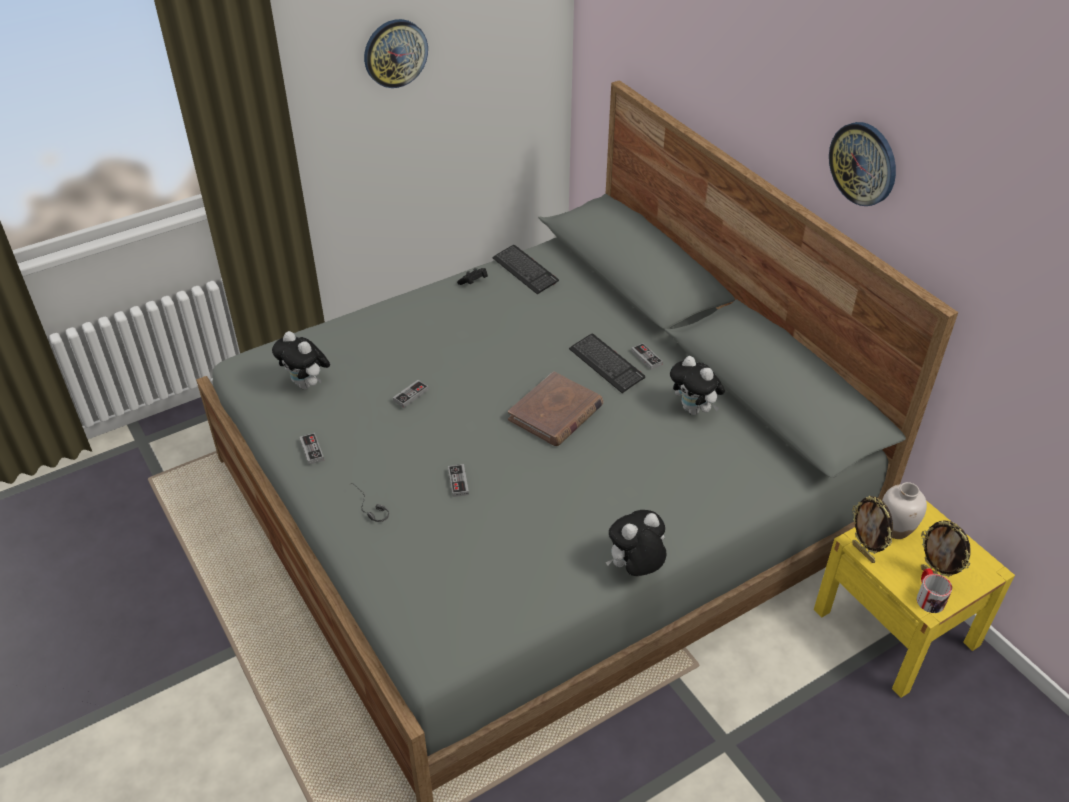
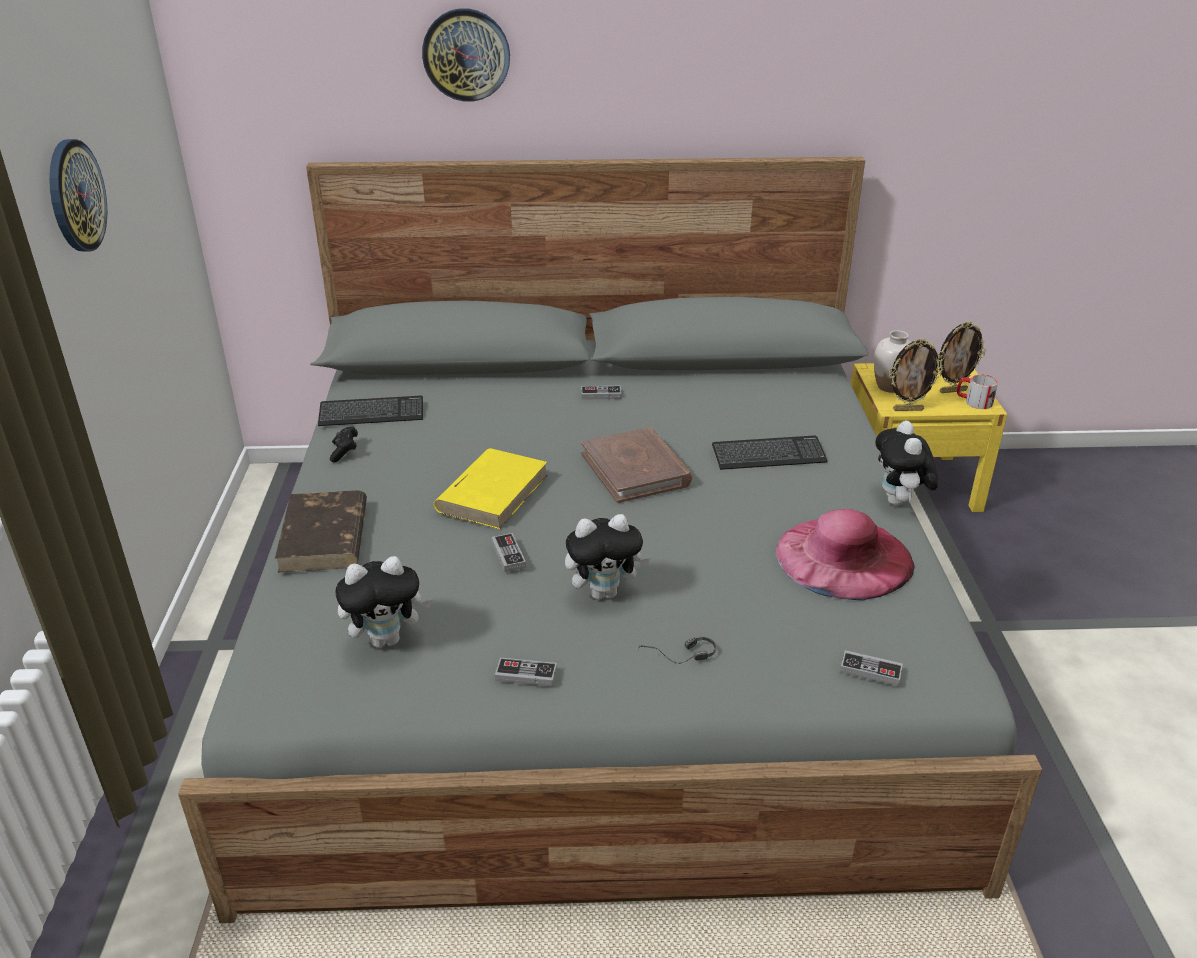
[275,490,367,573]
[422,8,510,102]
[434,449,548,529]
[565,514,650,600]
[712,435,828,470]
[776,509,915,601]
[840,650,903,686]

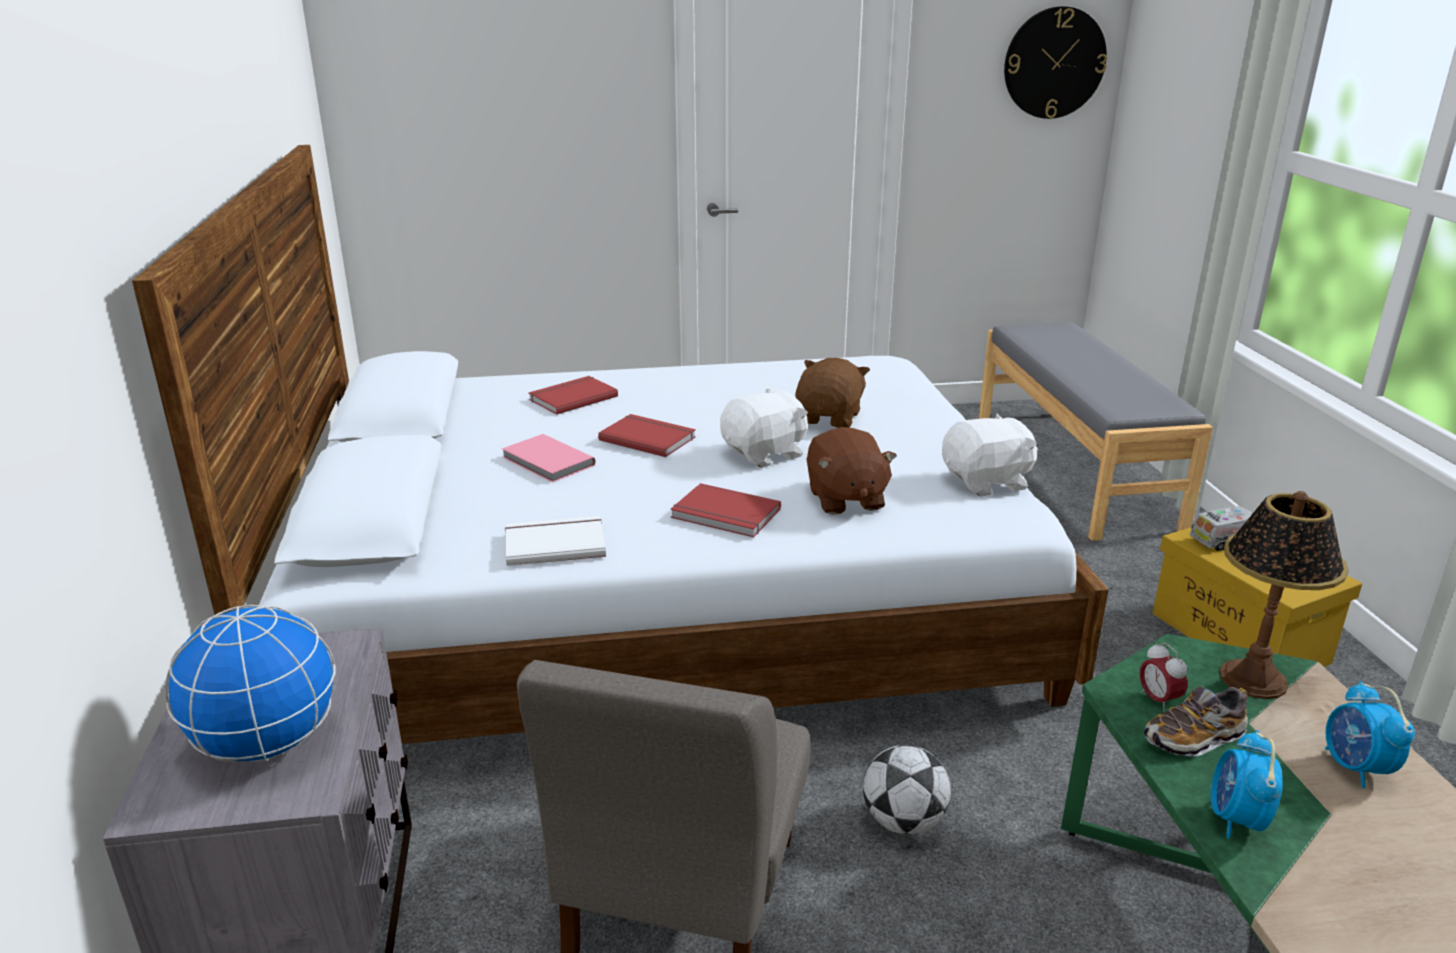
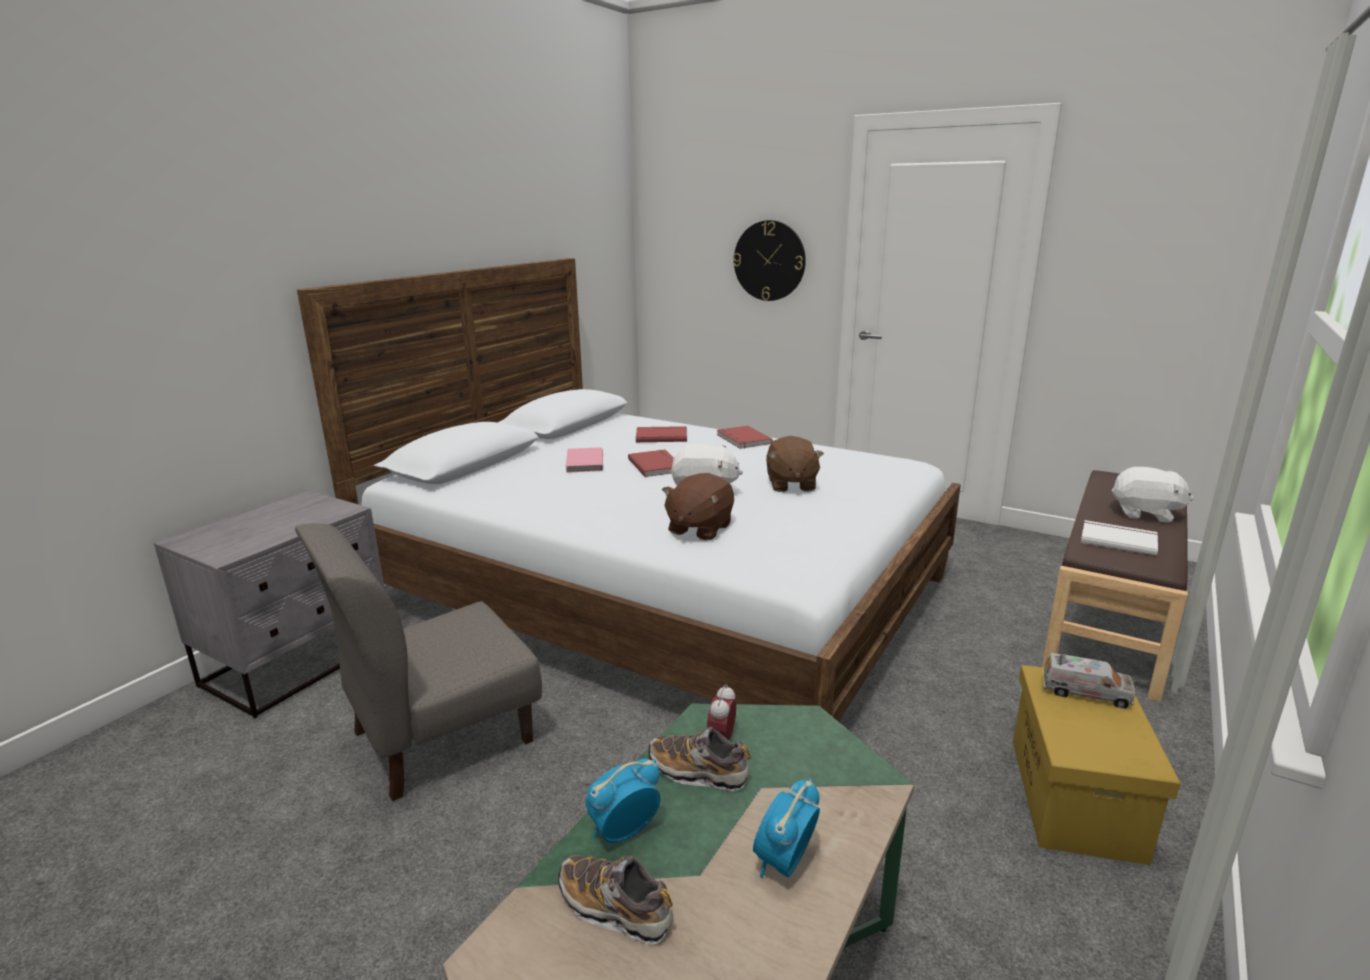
[558,855,673,944]
[717,426,773,449]
[733,220,806,301]
[766,436,824,492]
[1042,470,1188,702]
[1081,520,1158,556]
[1111,467,1194,523]
[165,605,336,762] (first image)
[863,745,951,835] (first image)
[1219,491,1349,699] (first image)

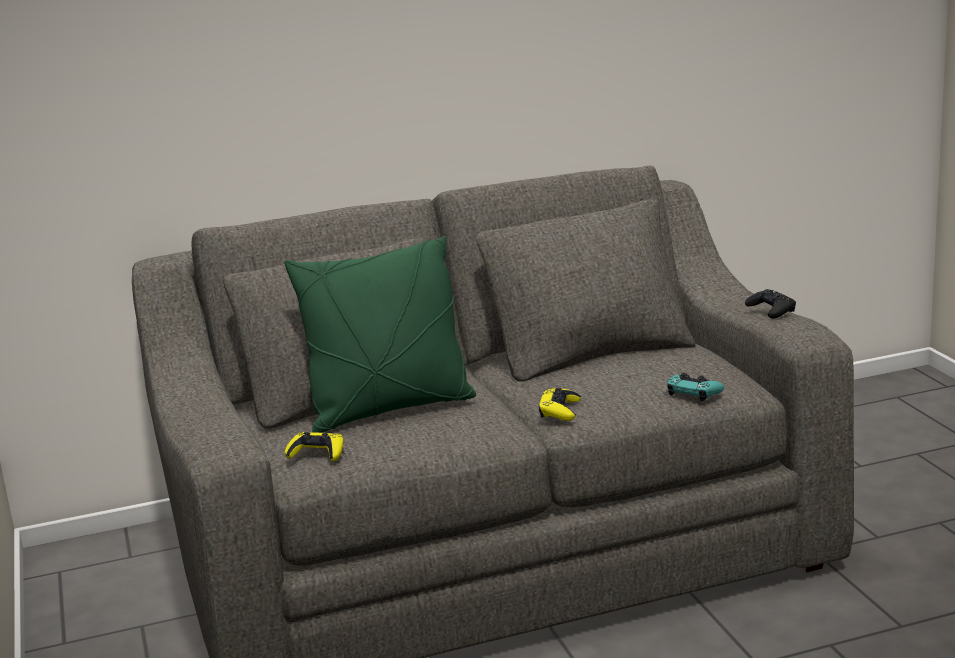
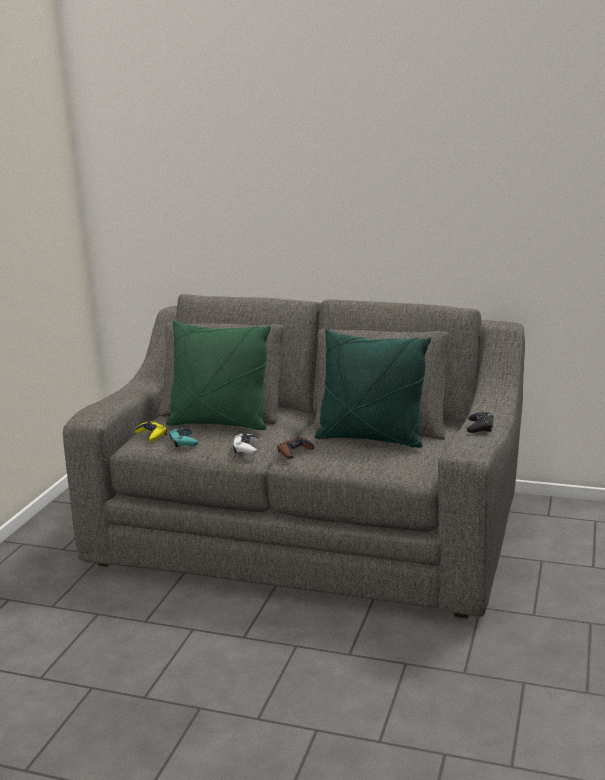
[169,427,198,448]
[233,433,259,454]
[277,437,314,459]
[315,329,431,448]

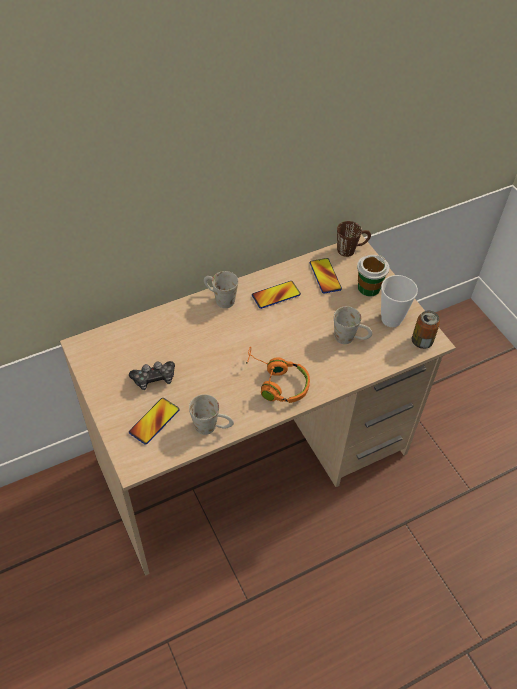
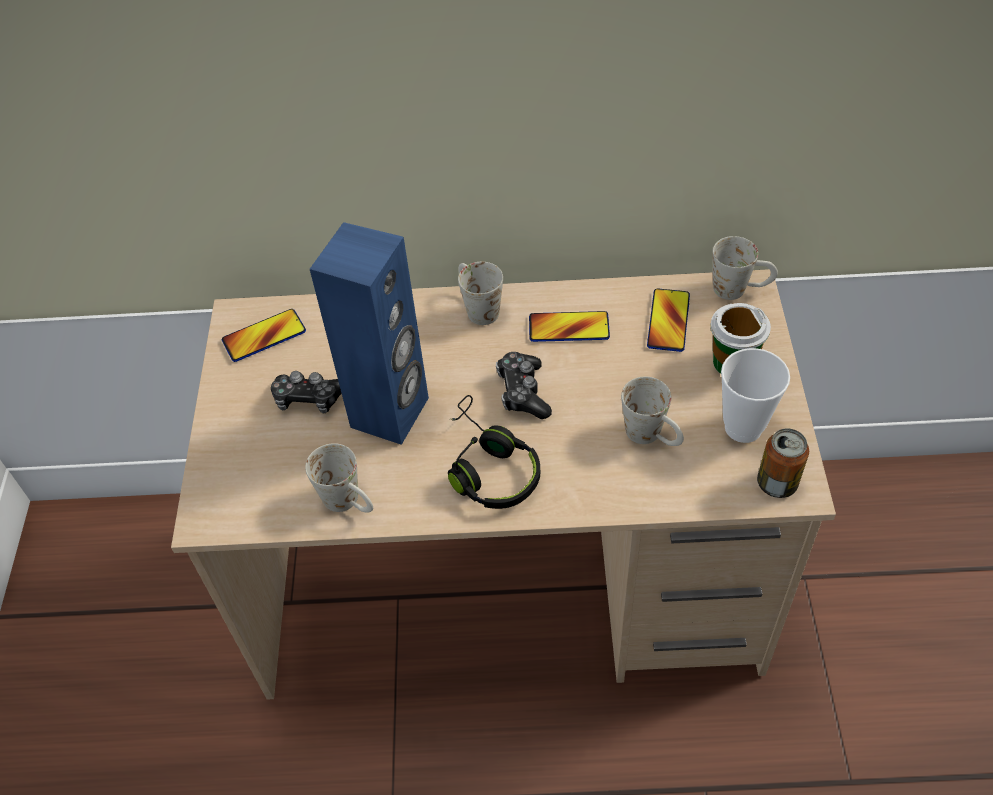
[222,309,306,362]
[310,222,429,445]
[448,395,540,509]
[496,352,552,419]
[712,236,778,300]

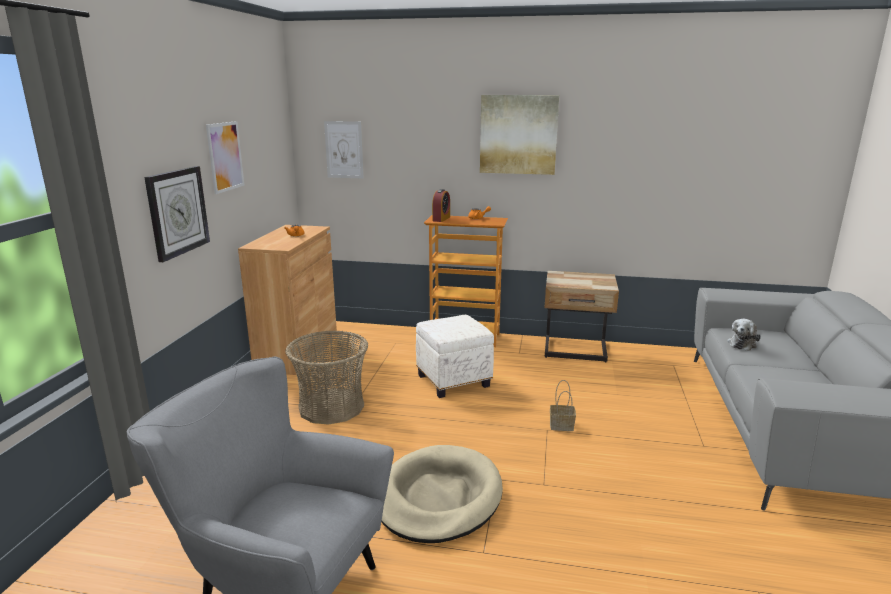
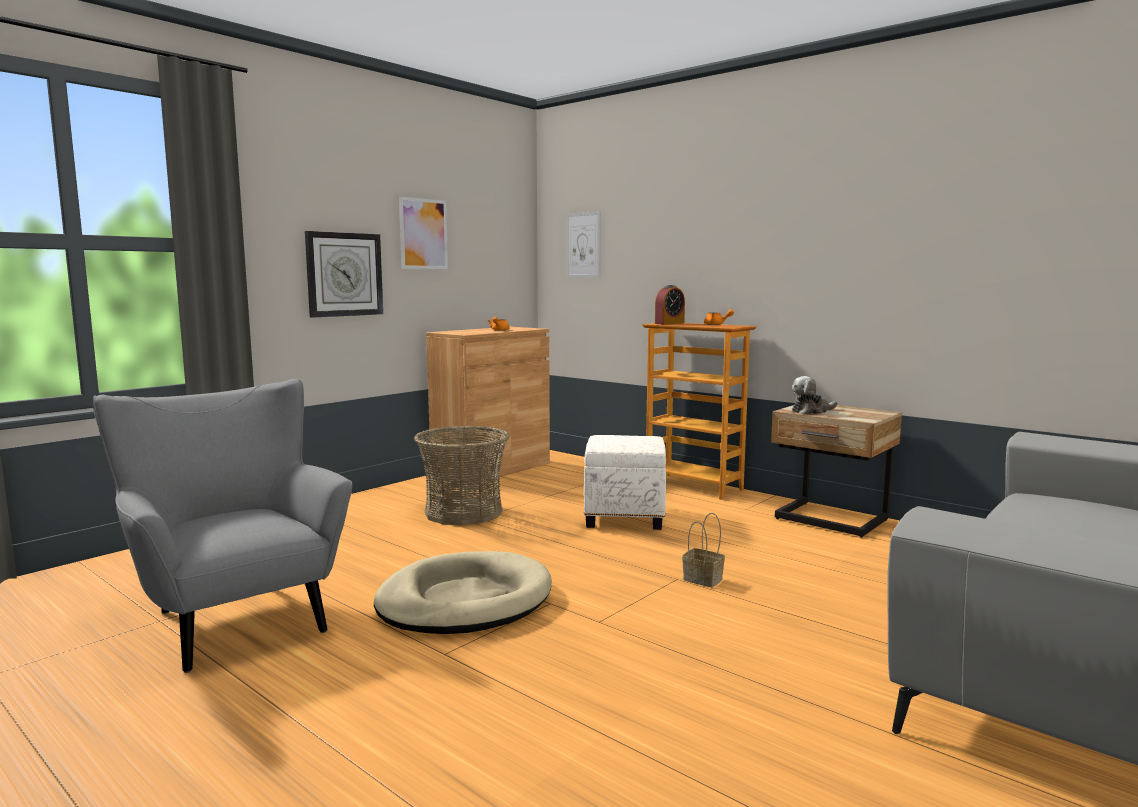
[792,376,837,414]
[480,95,559,175] (first image)

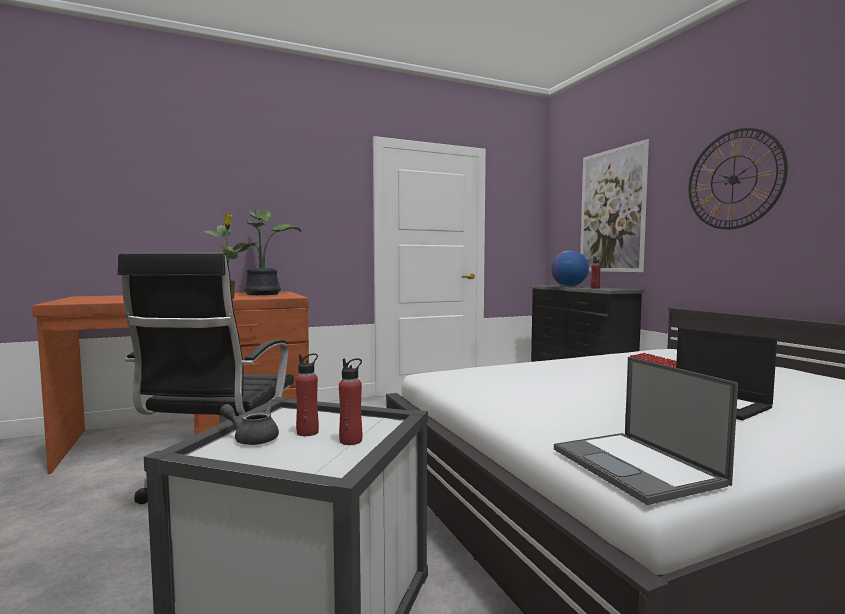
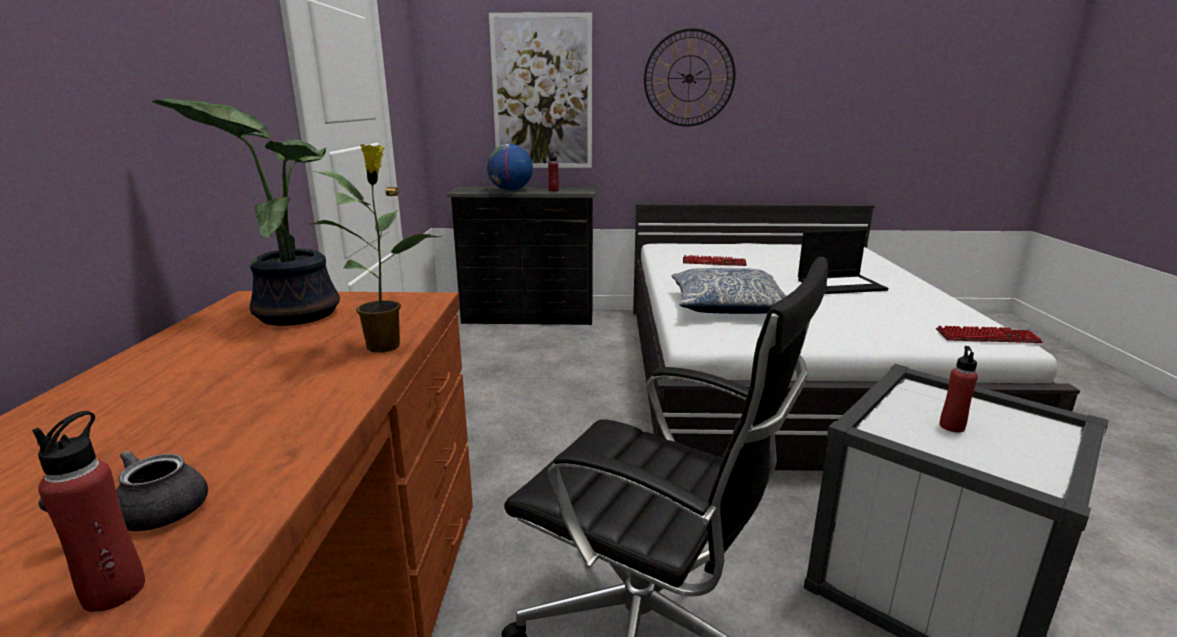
[32,411,145,612]
[38,451,208,531]
[672,268,786,314]
[936,326,1042,343]

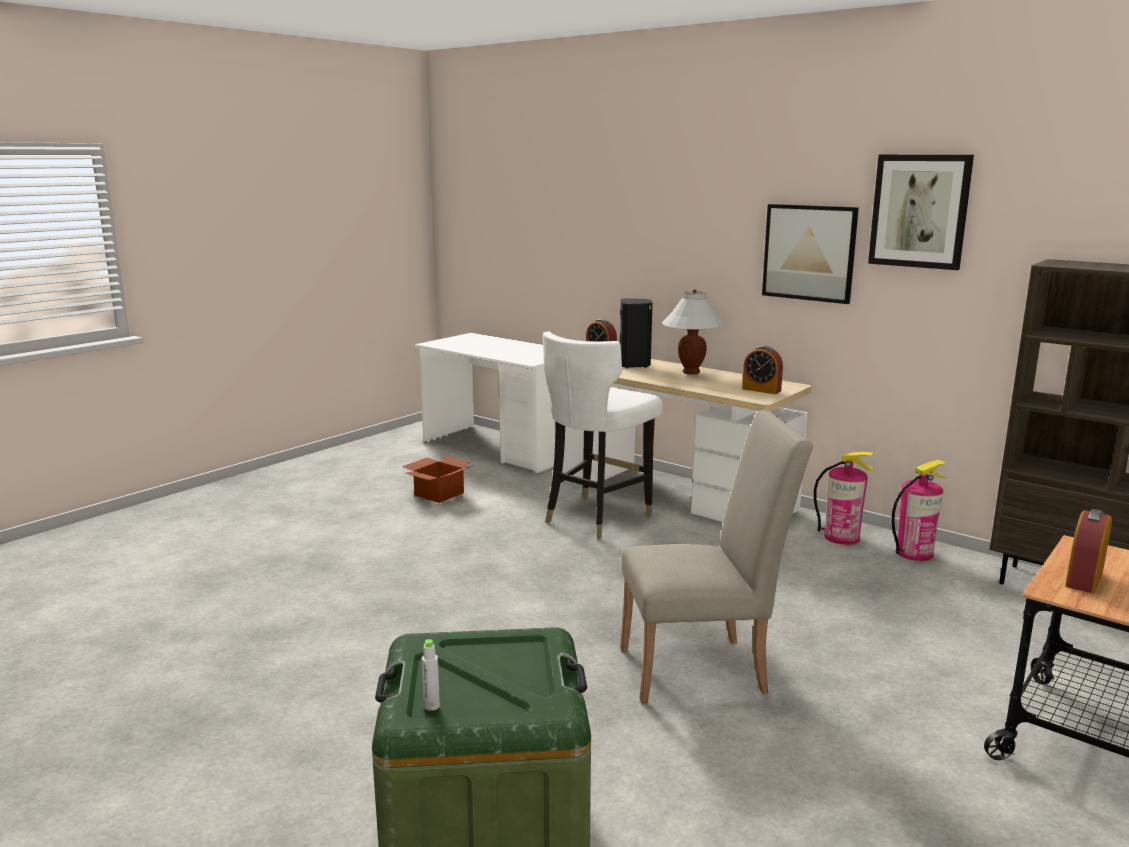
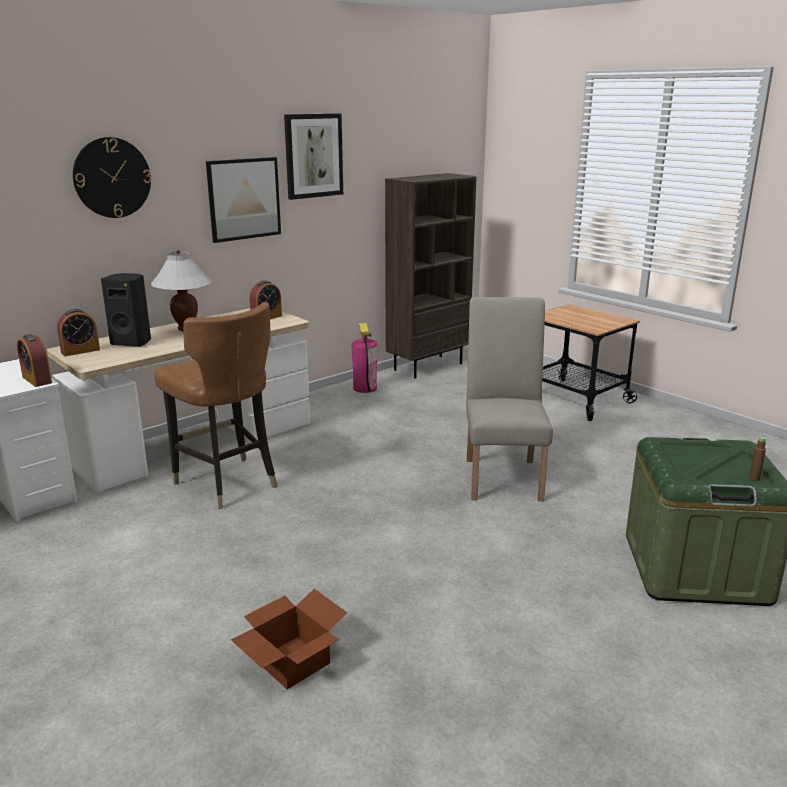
[17,334,52,387]
[73,137,151,218]
[154,302,278,509]
[231,589,347,689]
[749,437,767,481]
[814,452,875,545] (first image)

